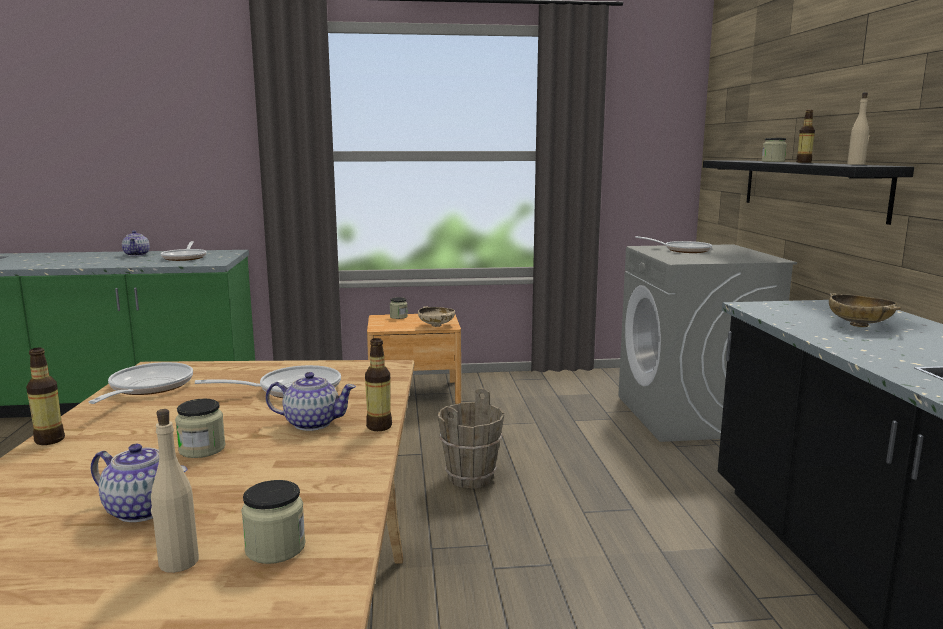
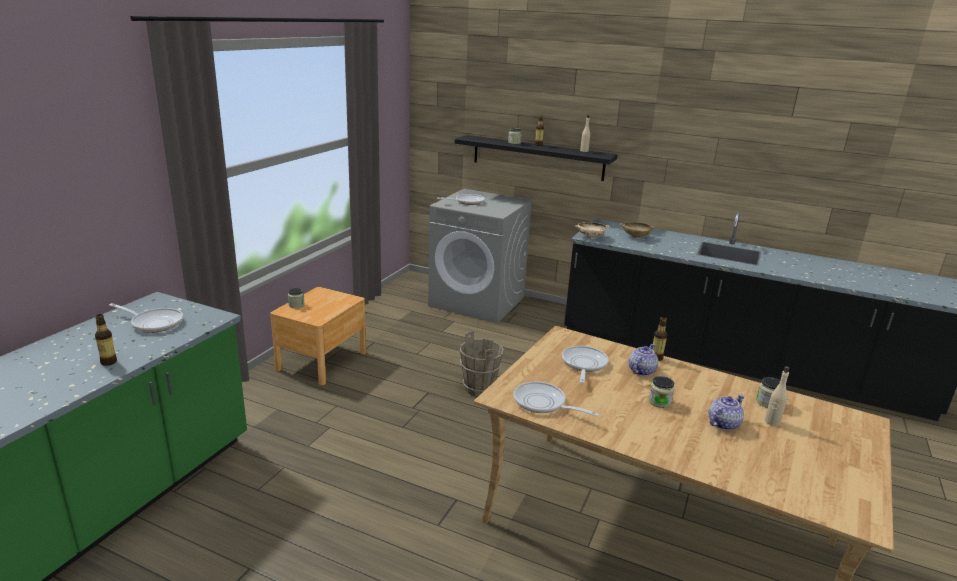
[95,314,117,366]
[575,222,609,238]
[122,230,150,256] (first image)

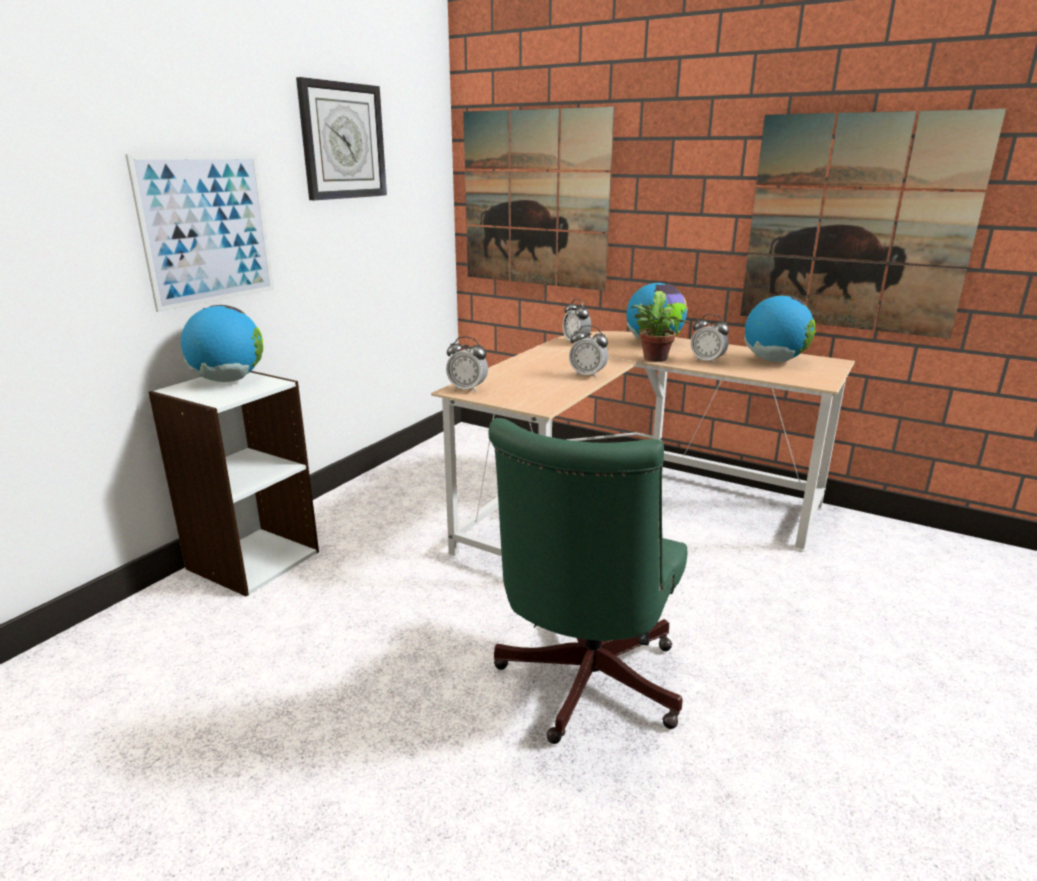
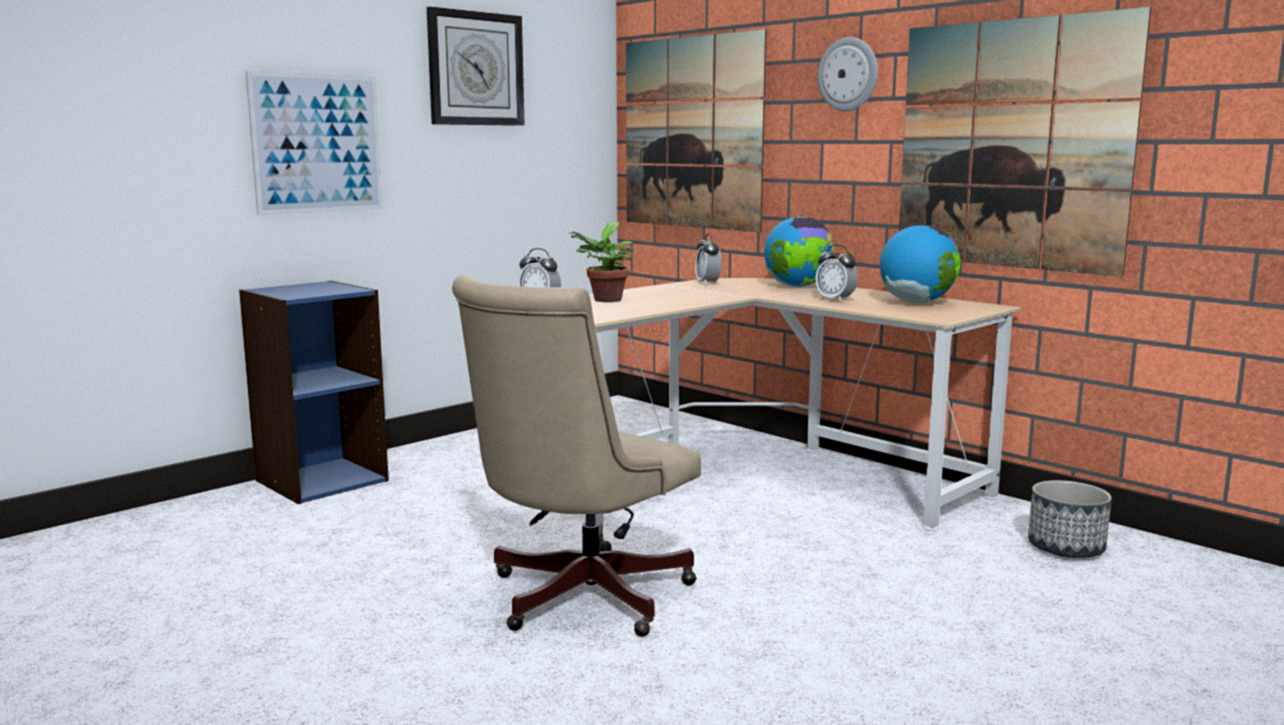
[239,281,389,504]
[452,275,701,637]
[568,222,634,302]
[818,37,878,111]
[1028,480,1112,558]
[181,305,263,382] (first image)
[569,325,608,378] (first image)

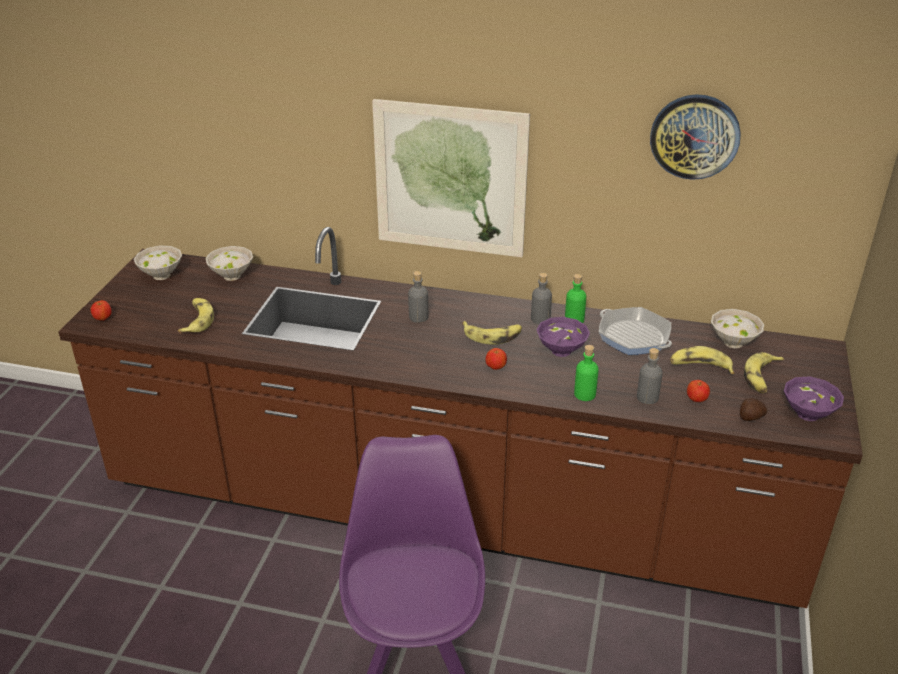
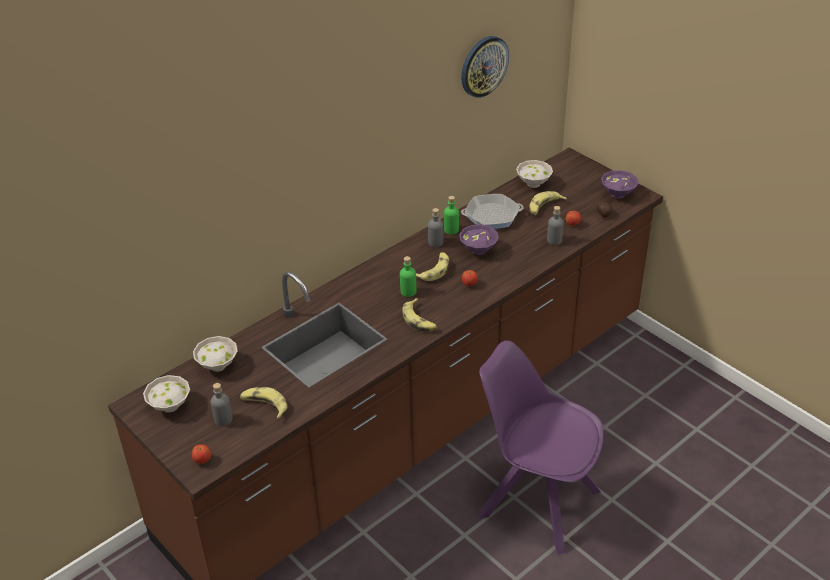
[211,383,233,426]
[400,256,417,297]
[402,298,438,332]
[372,99,530,257] (first image)

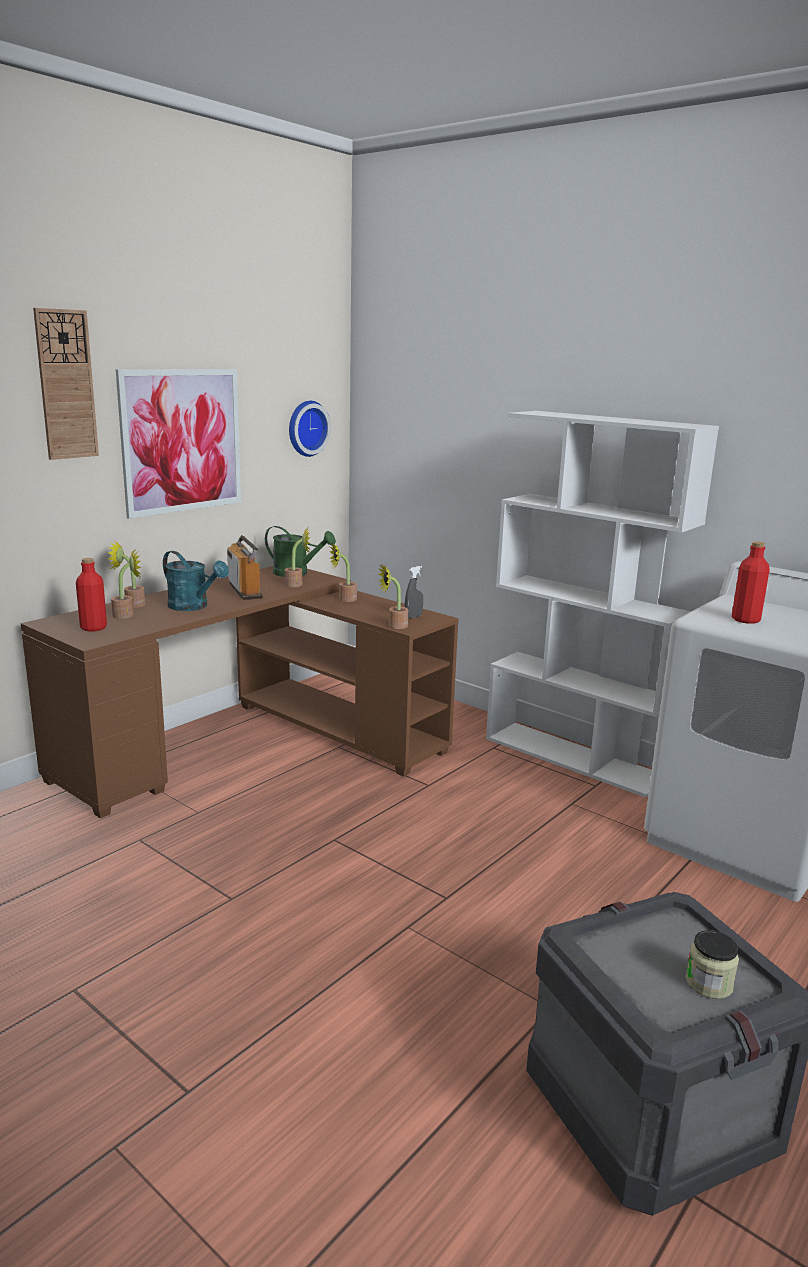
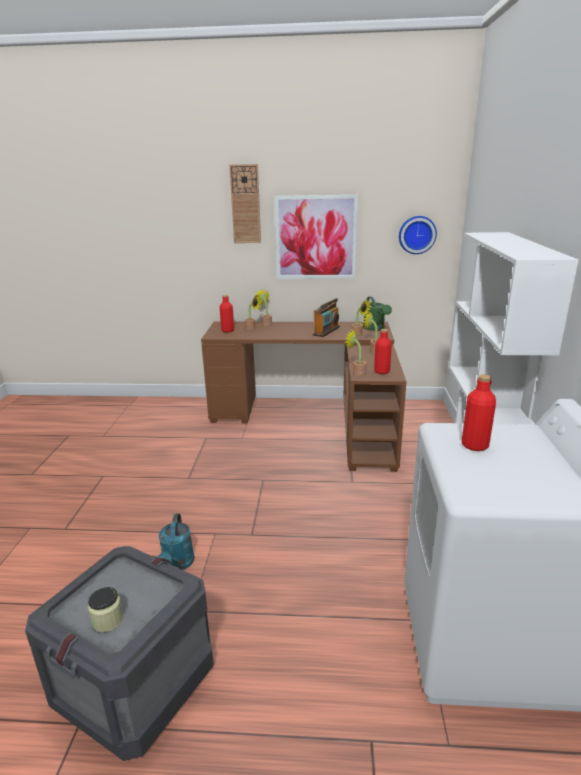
[158,514,195,570]
[374,329,392,374]

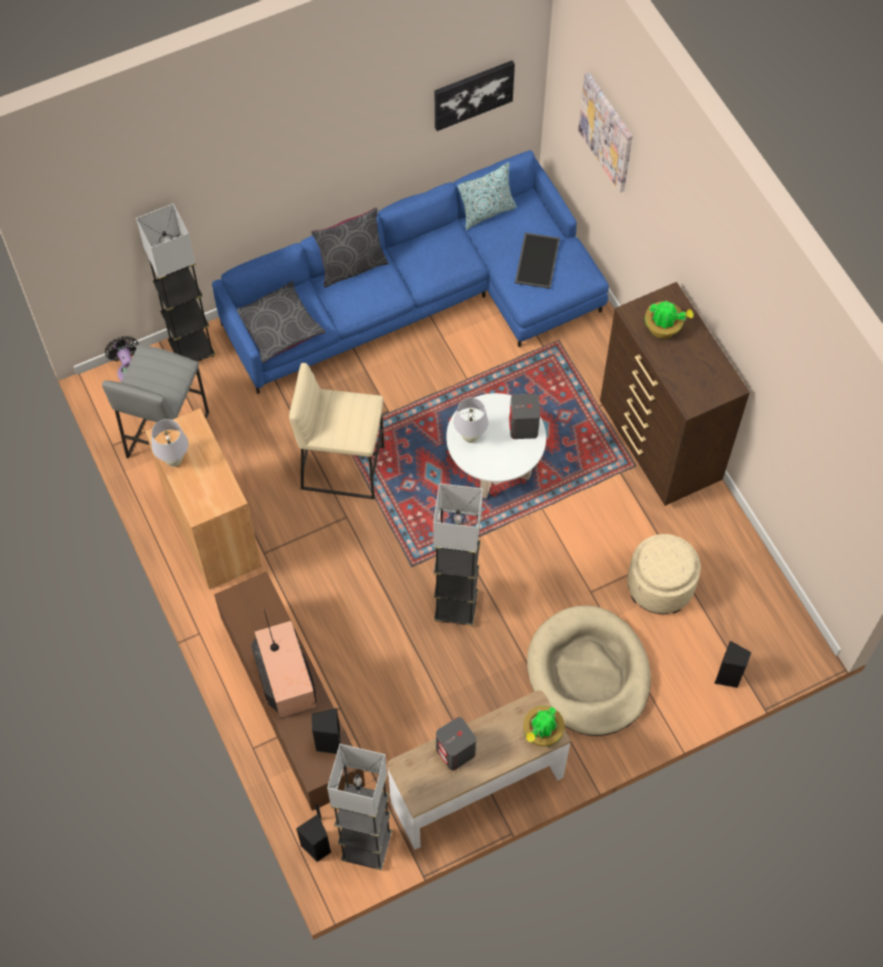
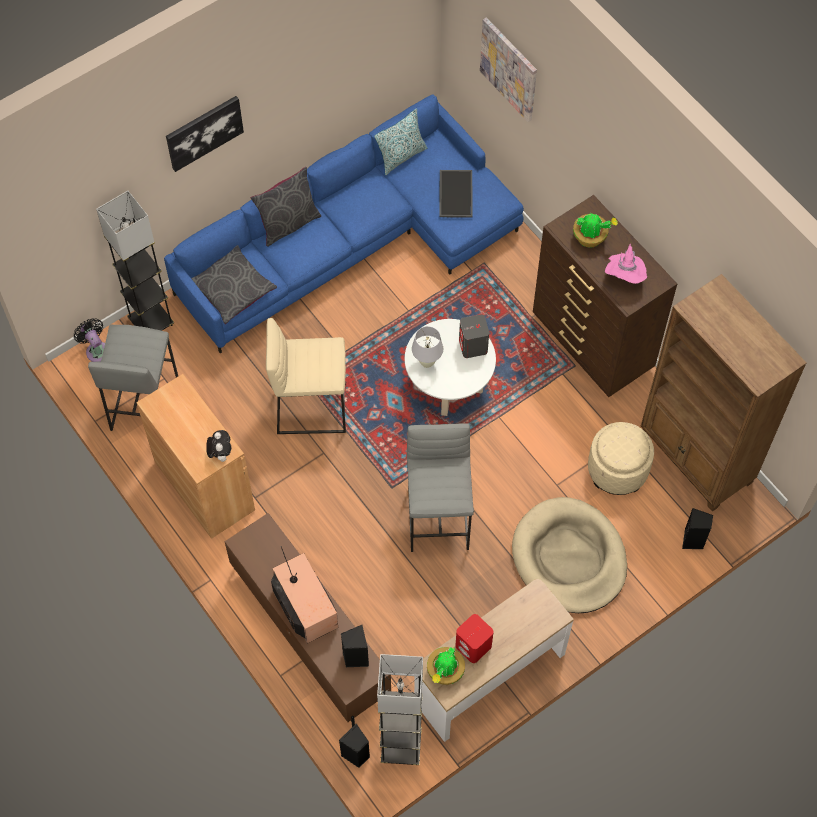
[166,96,244,172]
[206,430,231,462]
[407,423,474,552]
[427,647,465,685]
[455,614,494,663]
[605,243,647,284]
[641,274,807,511]
[151,419,188,467] (first image)

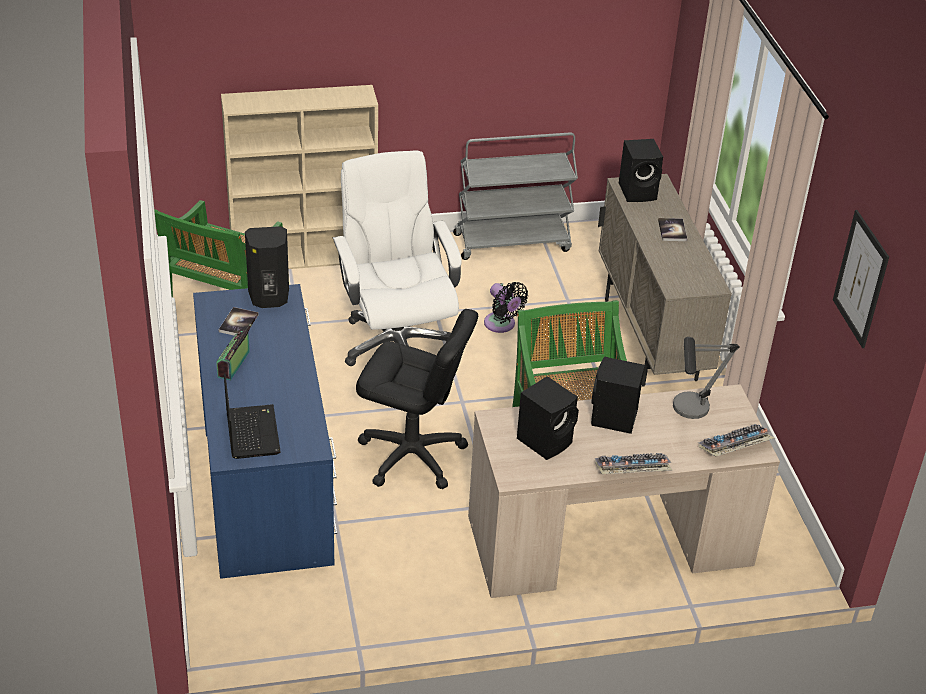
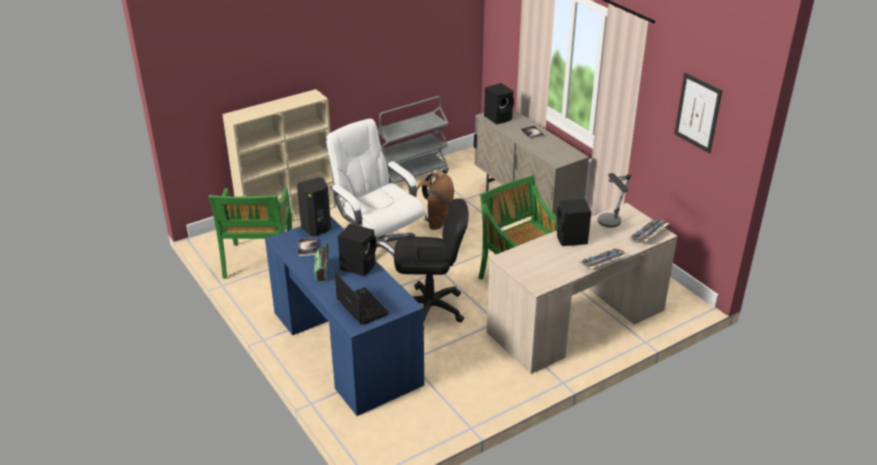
[338,224,377,276]
[417,173,454,230]

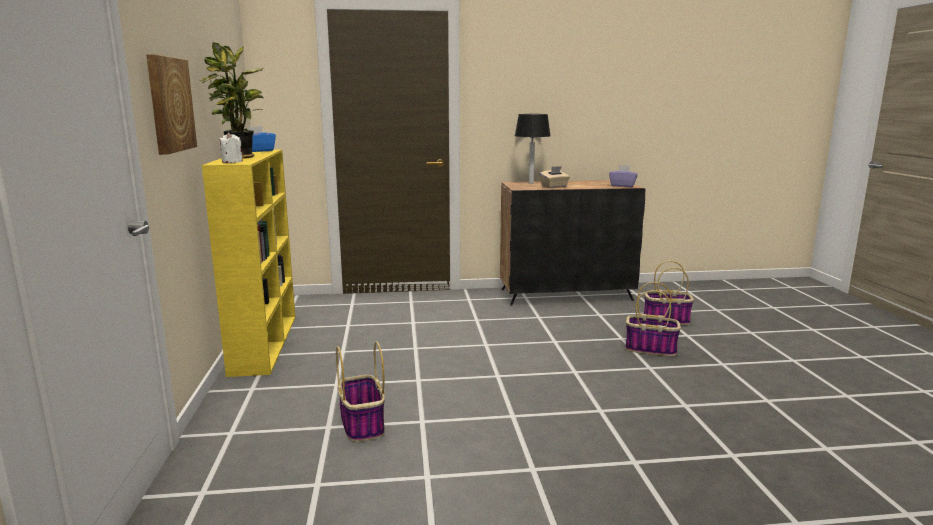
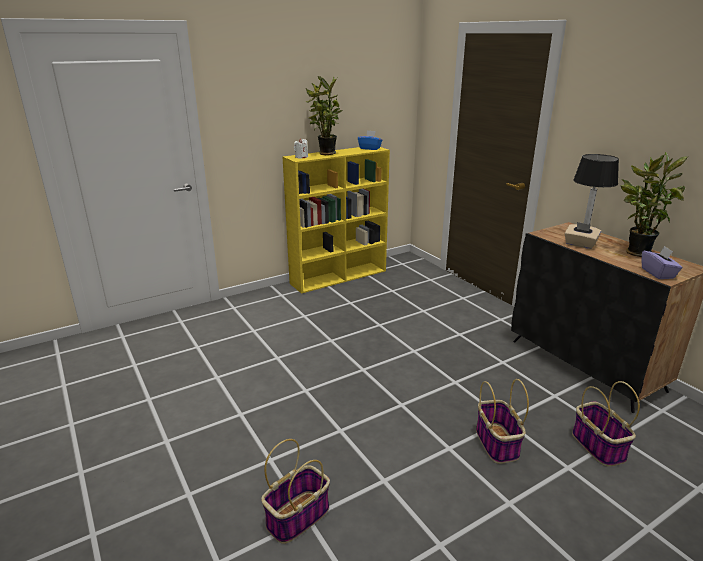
[261,439,330,544]
[621,151,688,257]
[146,54,197,155] (first image)

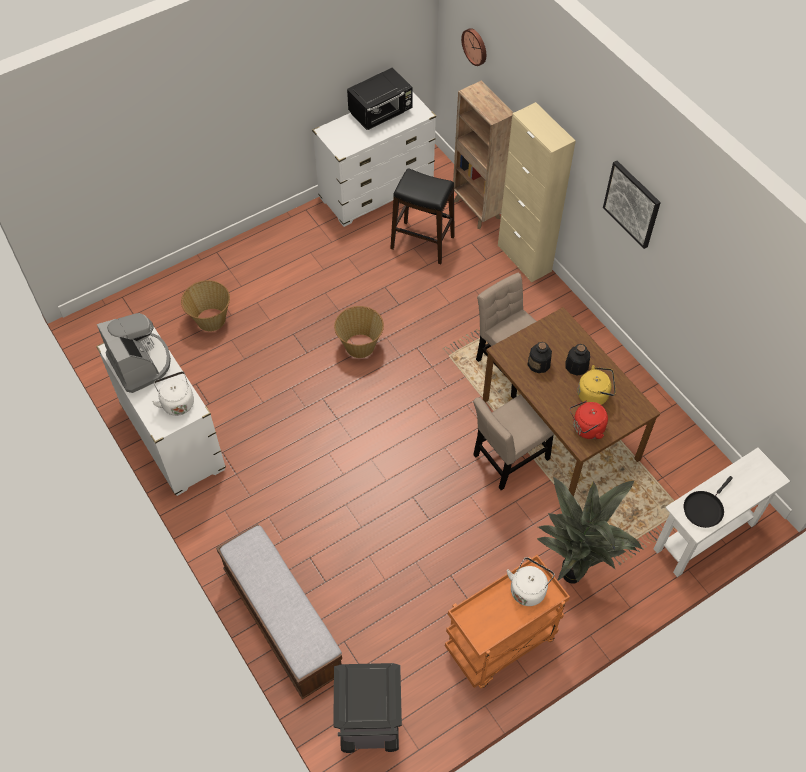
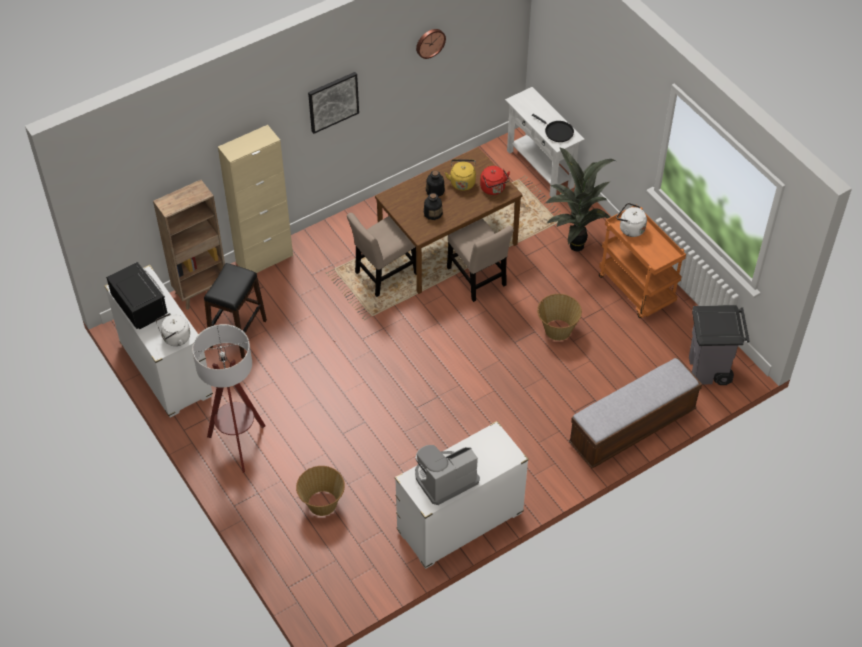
[156,313,190,346]
[192,324,266,473]
[416,29,446,59]
[537,294,582,341]

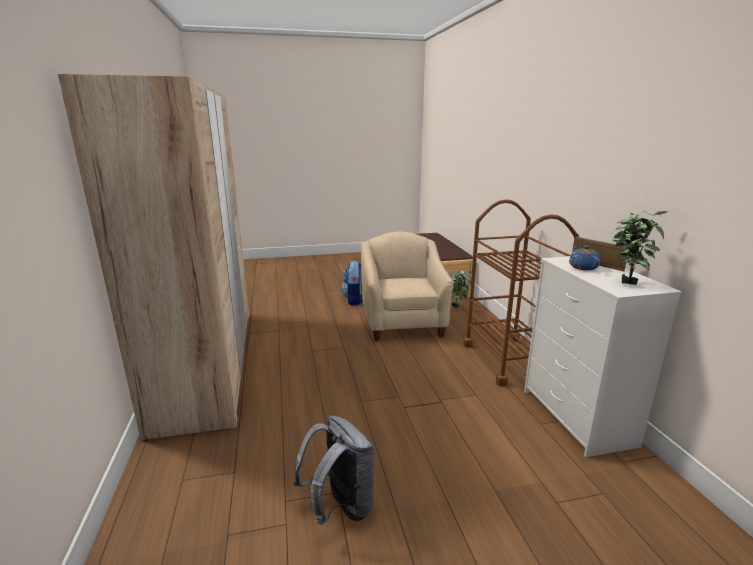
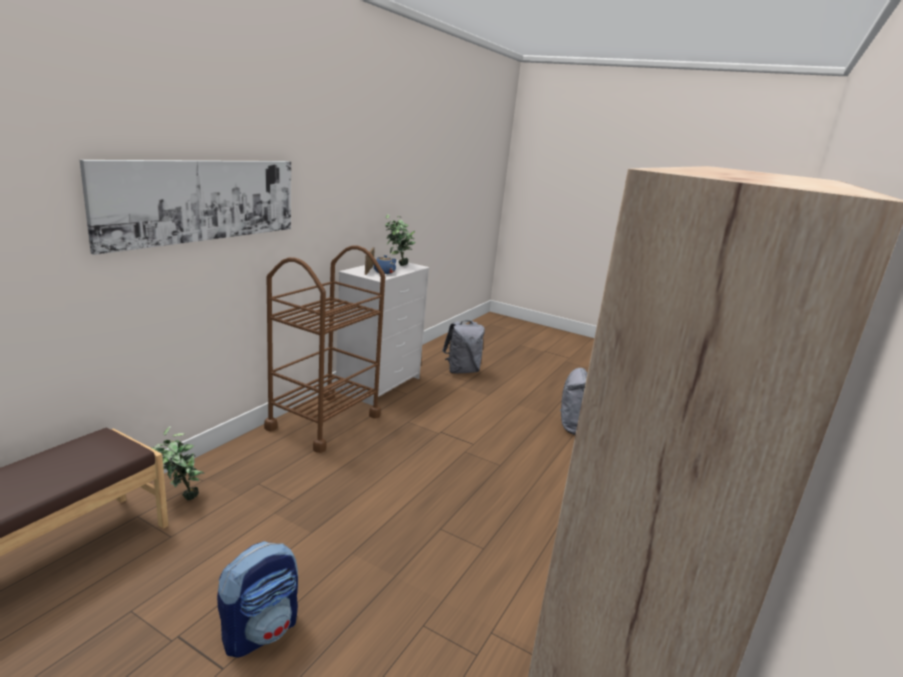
[80,160,291,255]
[442,320,485,373]
[361,232,454,340] (first image)

